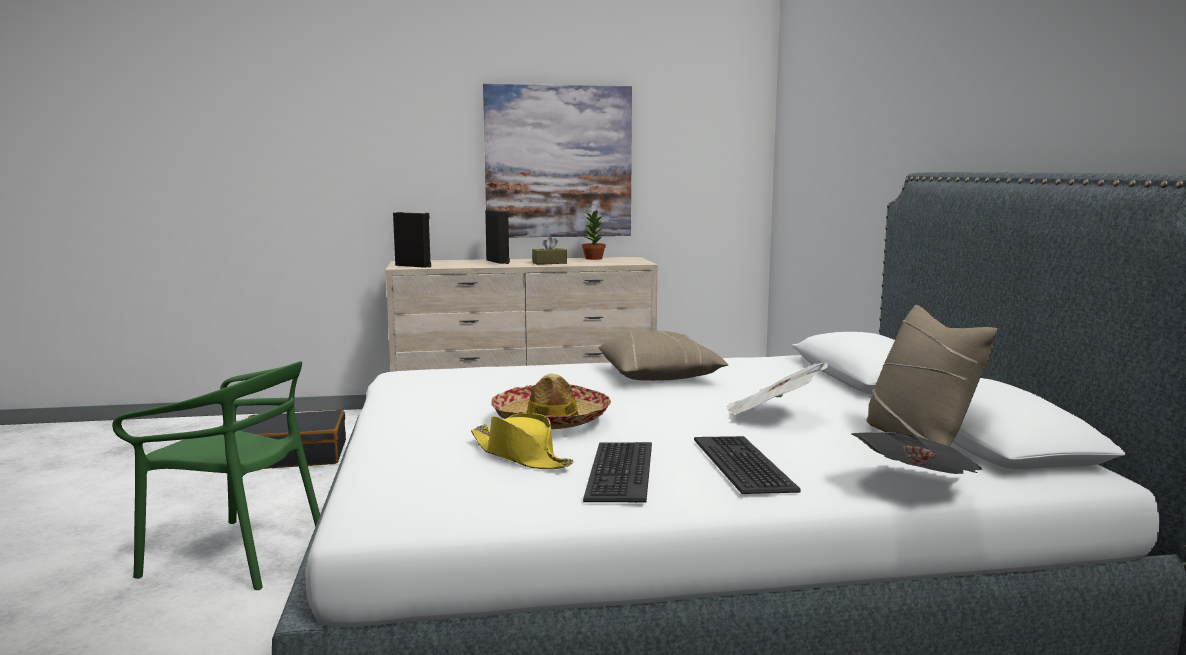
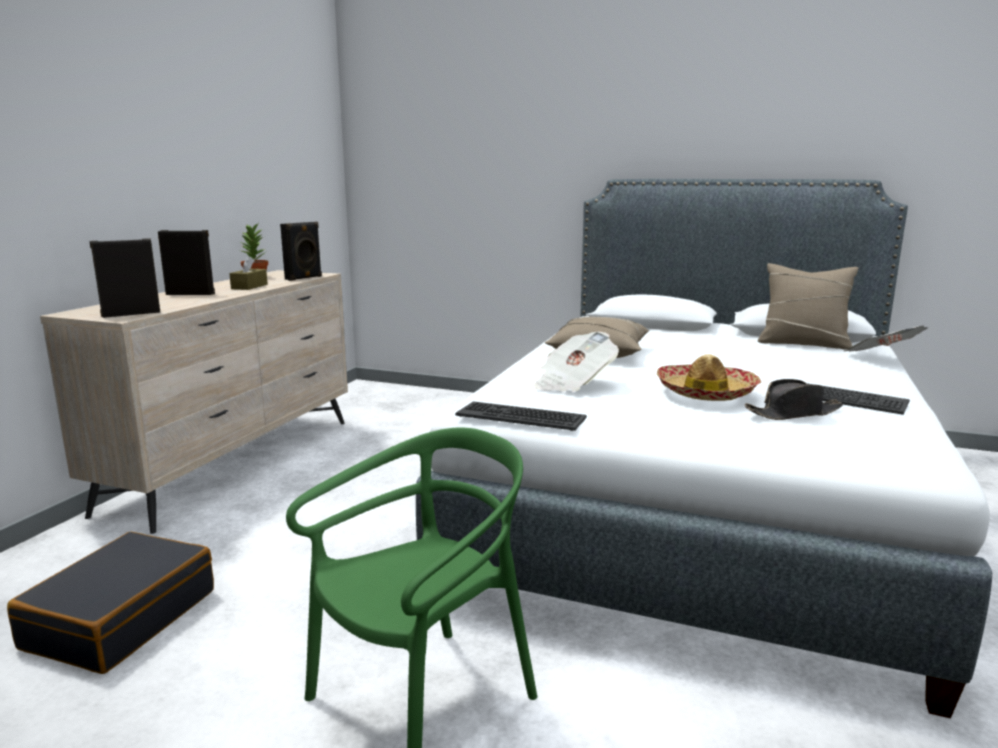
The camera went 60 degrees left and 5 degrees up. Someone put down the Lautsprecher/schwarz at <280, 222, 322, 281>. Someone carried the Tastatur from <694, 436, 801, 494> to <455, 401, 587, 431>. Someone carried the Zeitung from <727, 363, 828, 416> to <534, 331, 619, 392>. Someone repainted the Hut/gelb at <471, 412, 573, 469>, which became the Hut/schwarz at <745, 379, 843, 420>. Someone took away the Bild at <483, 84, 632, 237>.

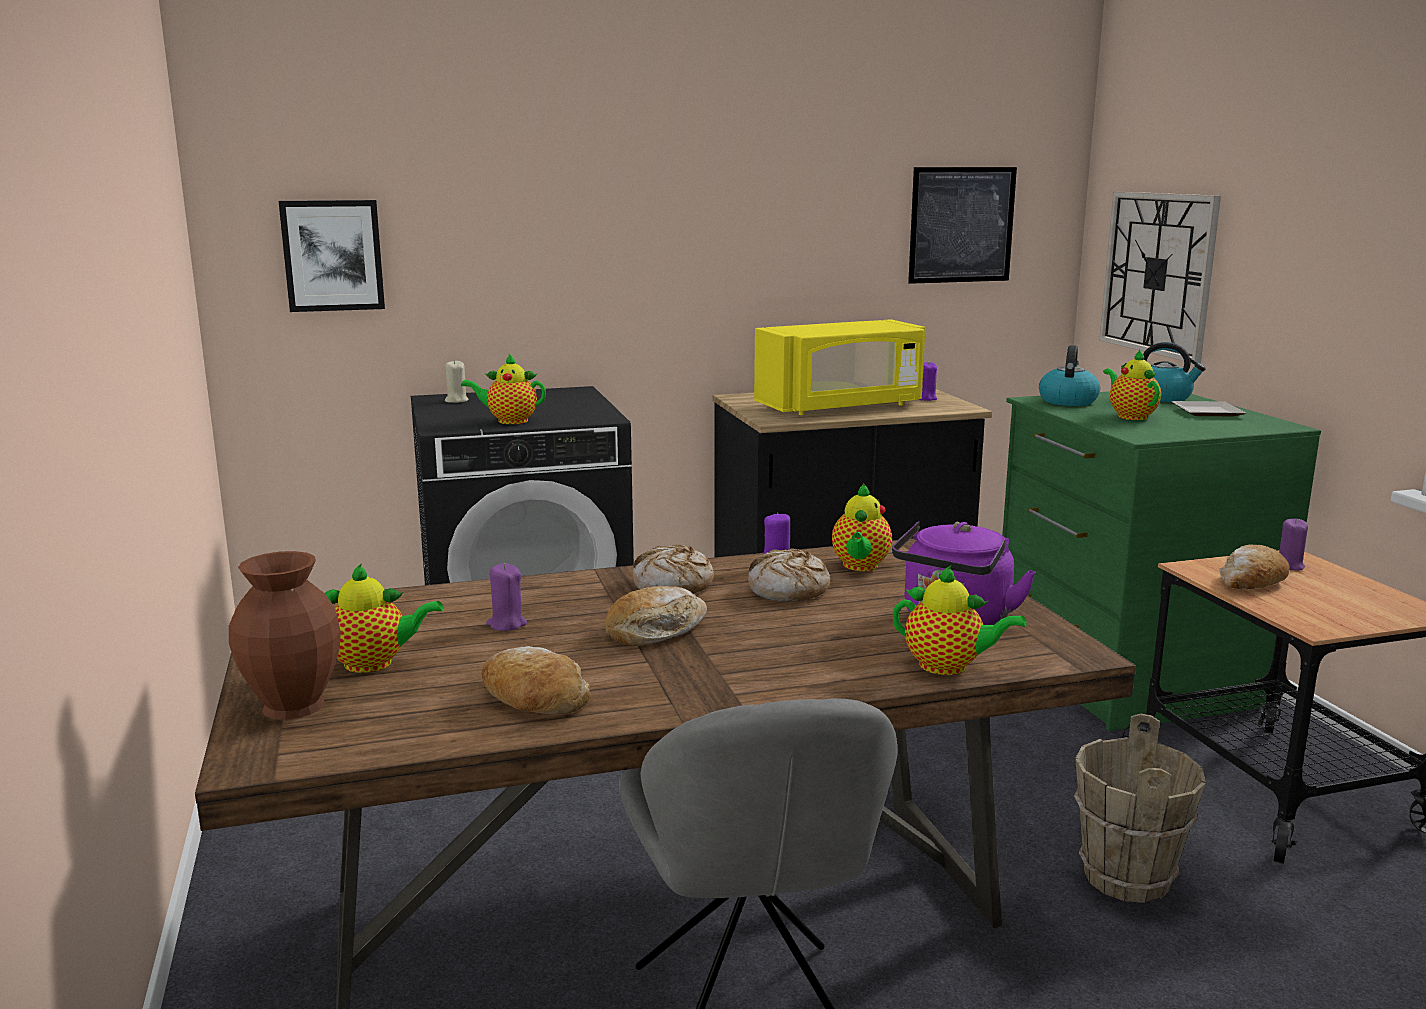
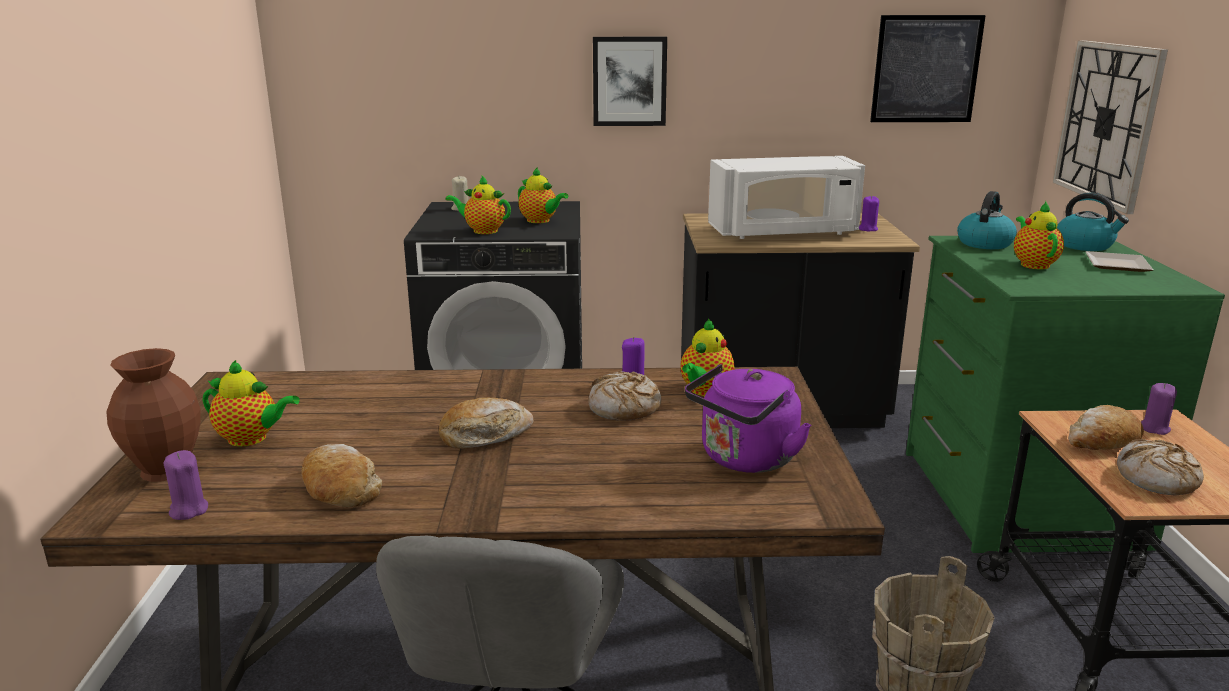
The camera went 15 degrees right and 5 degrees up. Someone carried the Kerze/lila from <486, 563, 527, 631> to <164, 450, 208, 520>. Someone carried the Teekanne from <893, 566, 1027, 675> to <518, 167, 568, 223>. Someone carried the Bild from <279, 200, 385, 312> to <593, 37, 667, 126>. Someone repainted the Mikrowelle/gelb at <754, 319, 925, 415>, which became the Mikrowelle/weiß at <708, 156, 865, 239>. Someone carried the Brot from <633, 544, 714, 594> to <1117, 439, 1204, 495>.

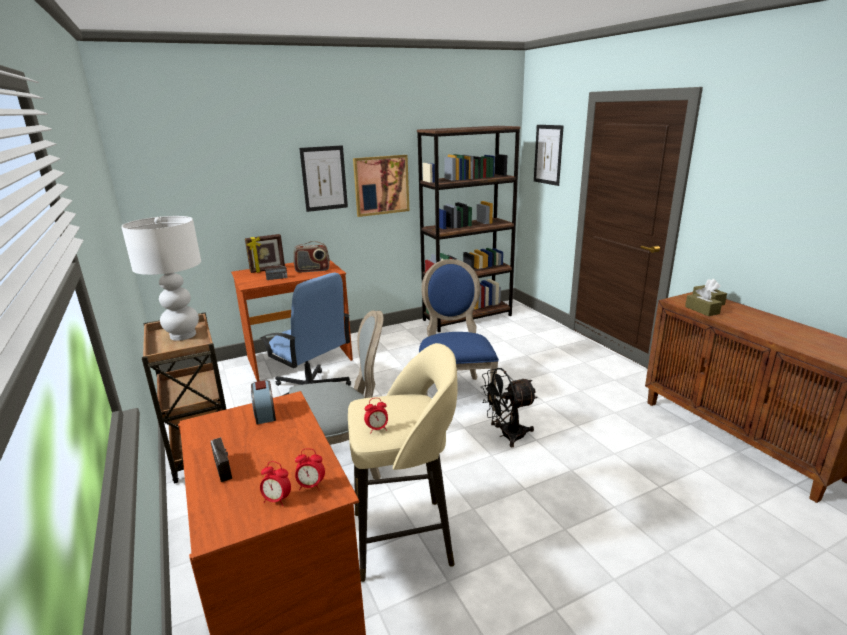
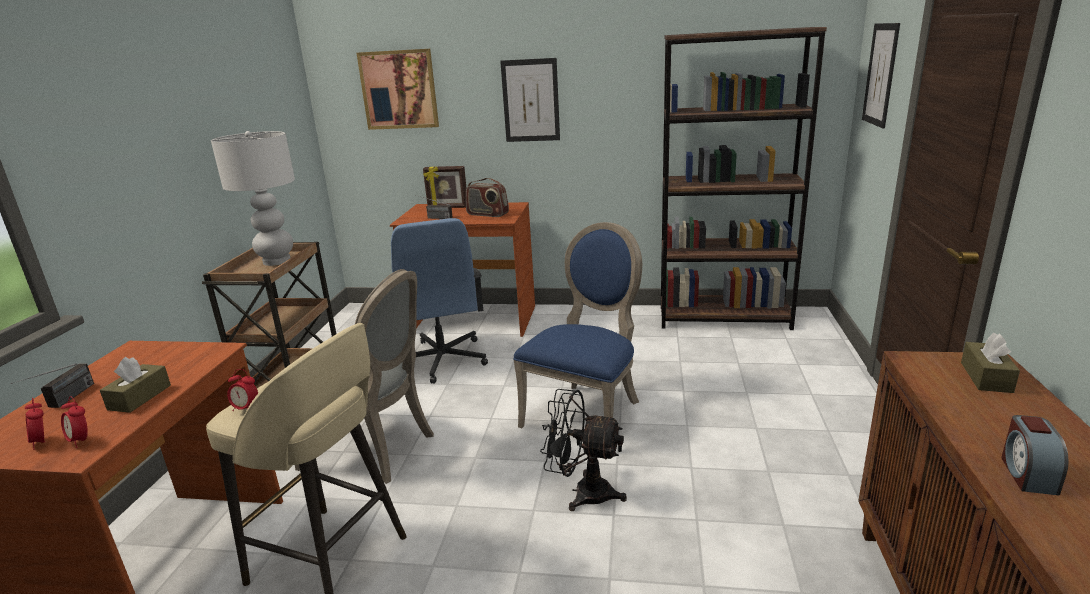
The camera went 35 degrees right and 0 degrees up. Someone carried the Taschentuchbox/braun from <685, 287, 722, 316> to <100, 357, 171, 413>. Someone carried the Bild from <353, 155, 409, 217> to <357, 49, 439, 130>. Someone carried the Wecker from <251, 380, 276, 424> to <1001, 415, 1069, 495>.

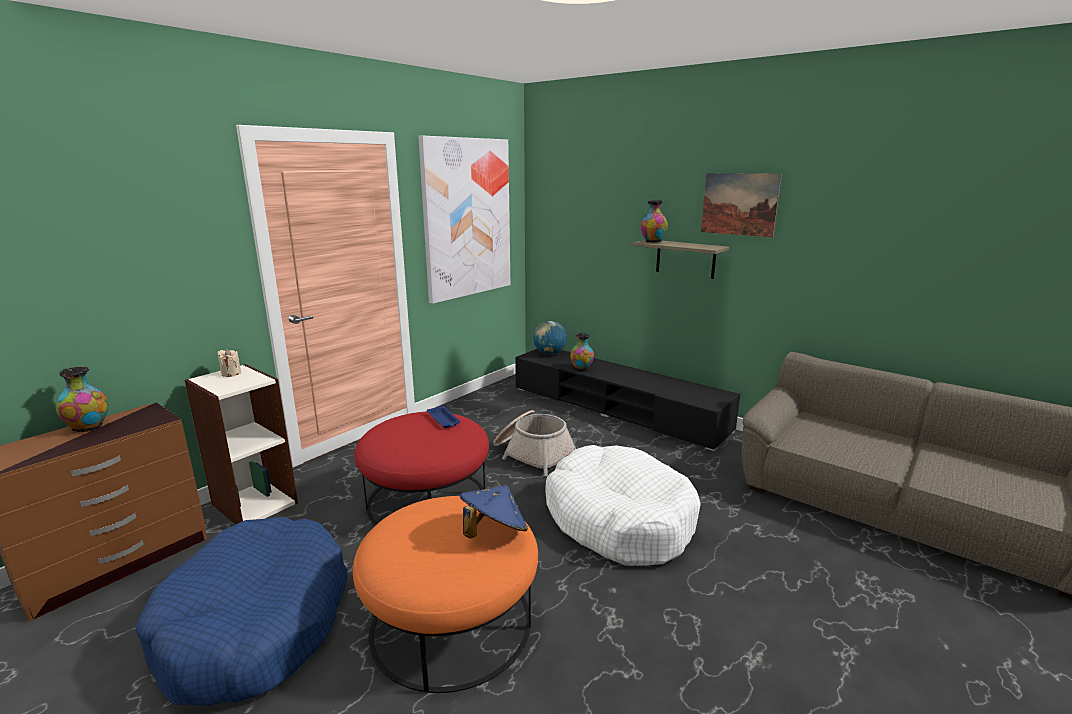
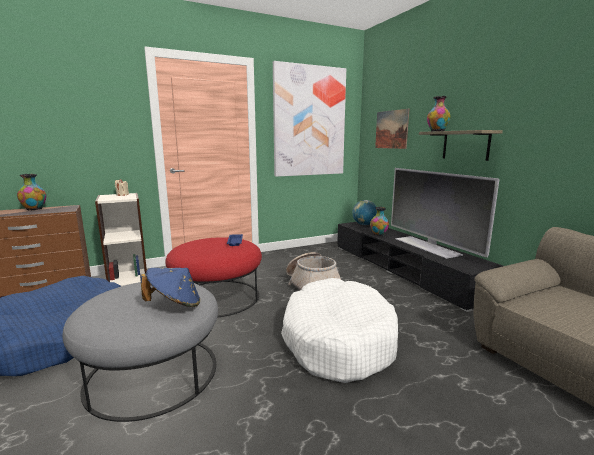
The camera went 25 degrees right and 5 degrees down. Someone repainted the Polsterhocker/orange at <353, 496, 538, 693>, which became the Polsterhocker/grau at <62, 282, 218, 422>. Someone carried the Bild from <701, 173, 782, 237> to <375, 109, 409, 149>. Someone put down the Fernseher at <391, 168, 499, 259>.

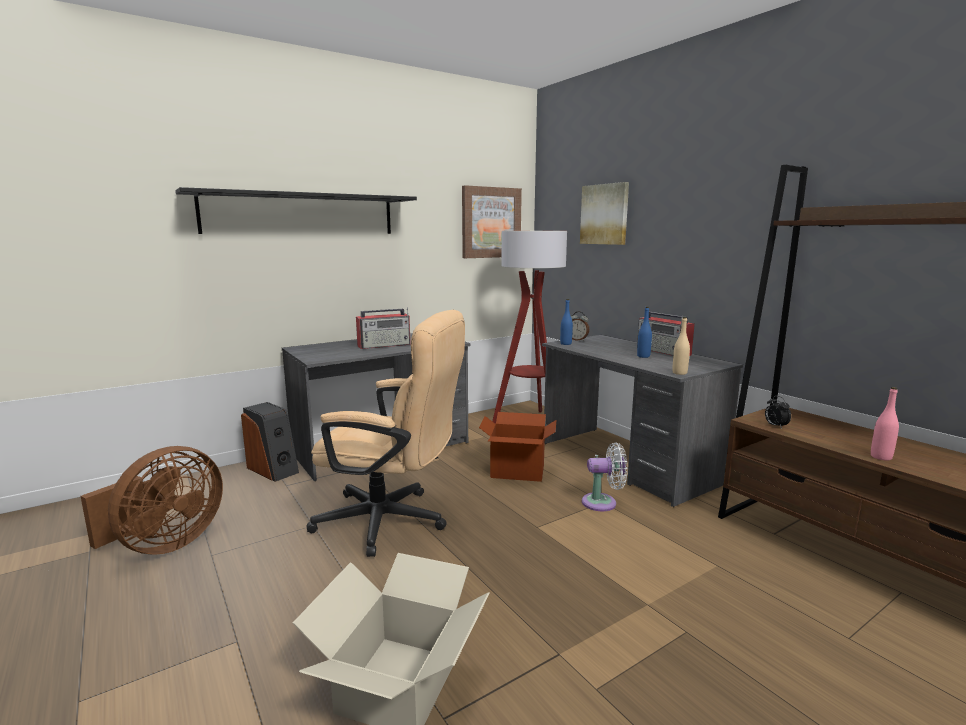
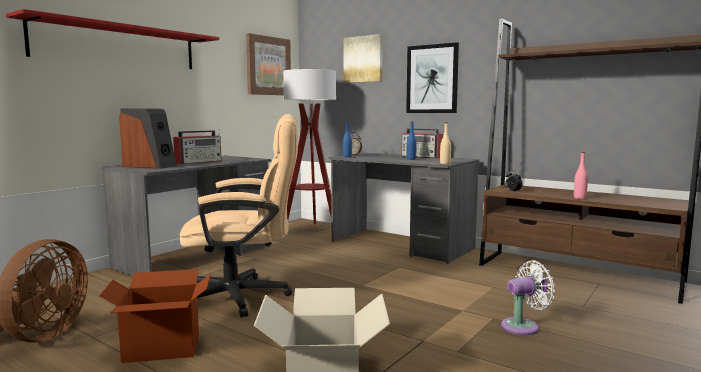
The camera went 20 degrees left and 5 degrees down. Someone repainted the Wandregal/schwarz at <175, 187, 417, 234>, which became the Wandregal/rot at <6, 9, 219, 69>. Someone carried the Karton from <479, 412, 557, 482> to <99, 269, 211, 363>. Someone carried the Lautsprecher from <241, 402, 299, 482> to <119, 109, 177, 169>. Someone put up the Bild at <406, 42, 459, 113>. Someone carried the Ventilator/weiß from <582, 443, 628, 511> to <501, 260, 555, 335>.

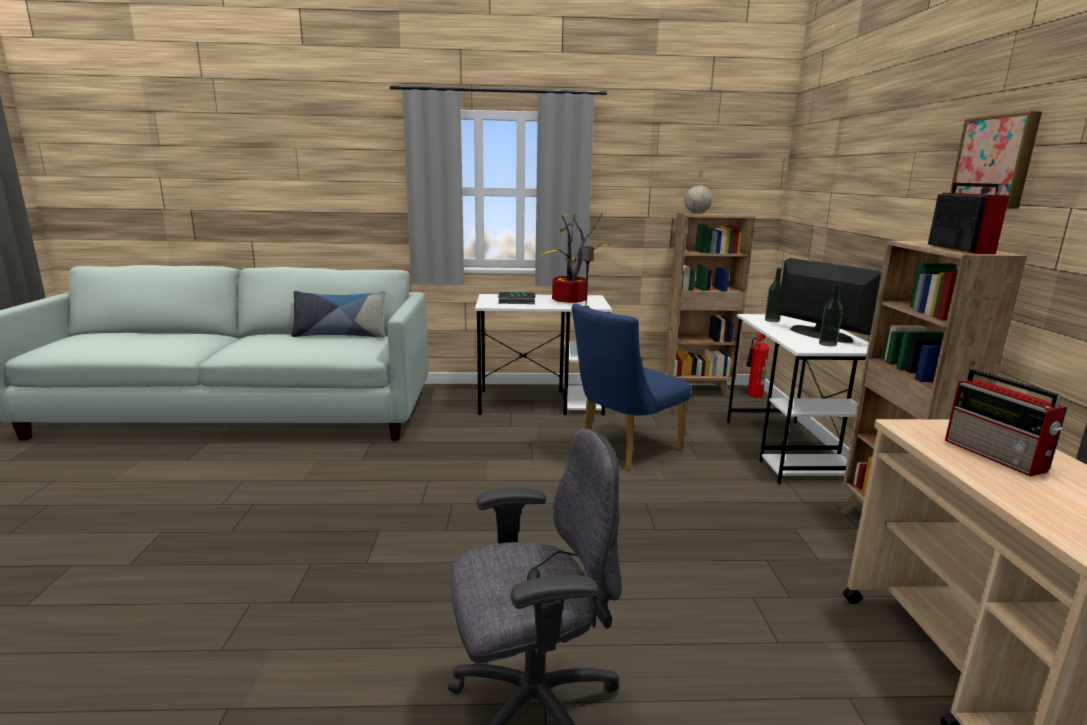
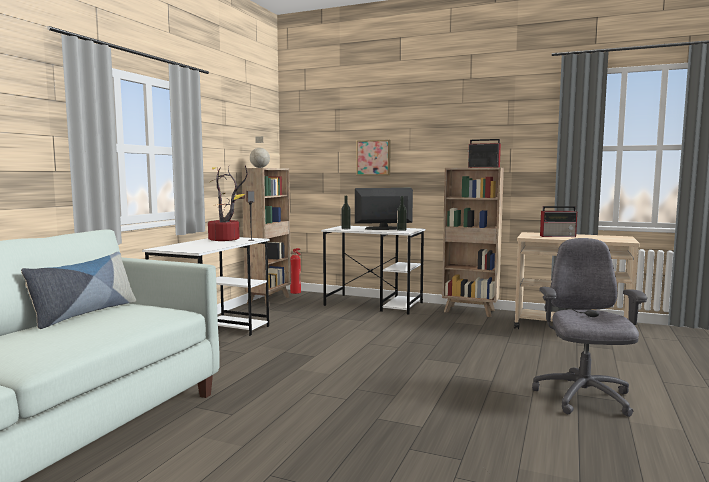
The camera went 65 degrees left and 10 degrees down. Someone carried the Bild from <950, 111, 1042, 209> to <356, 140, 391, 175>. Someone took away the Buch at <498, 292, 536, 304>. Someone took away the Stuhl/blau at <572, 304, 691, 471>.

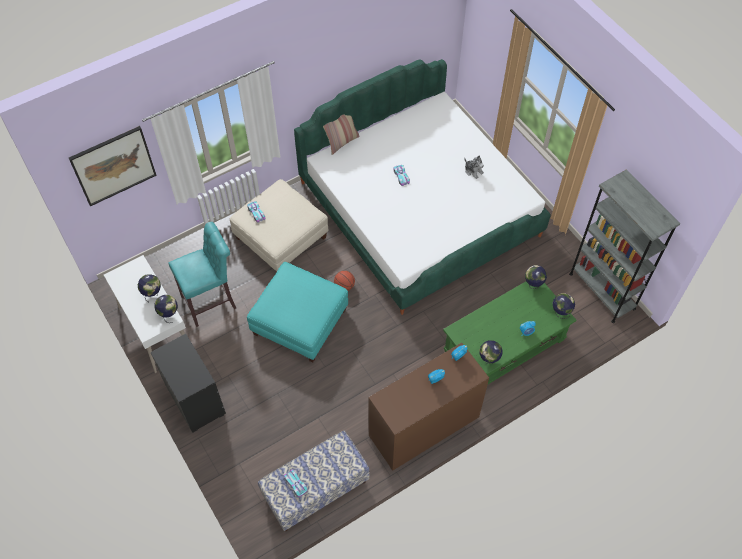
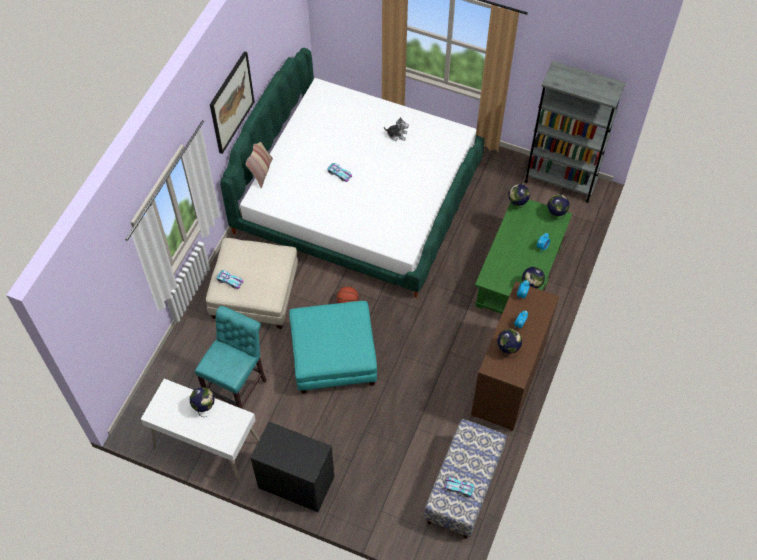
The camera went 35 degrees left and 0 degrees up. Someone carried the Bild from <69, 126, 157, 206> to <210, 51, 255, 154>. Someone carried the Globus from <154, 295, 178, 323> to <497, 329, 522, 358>.

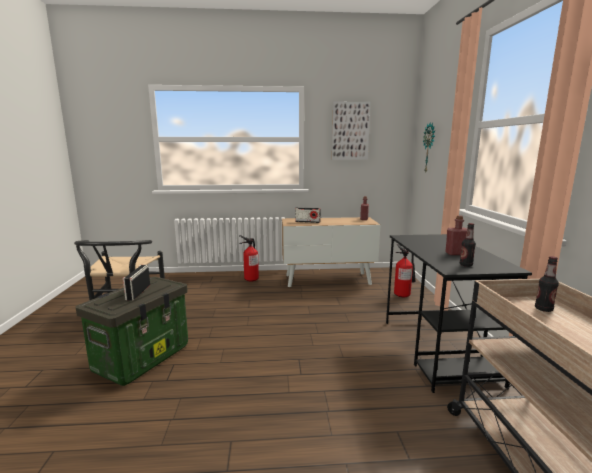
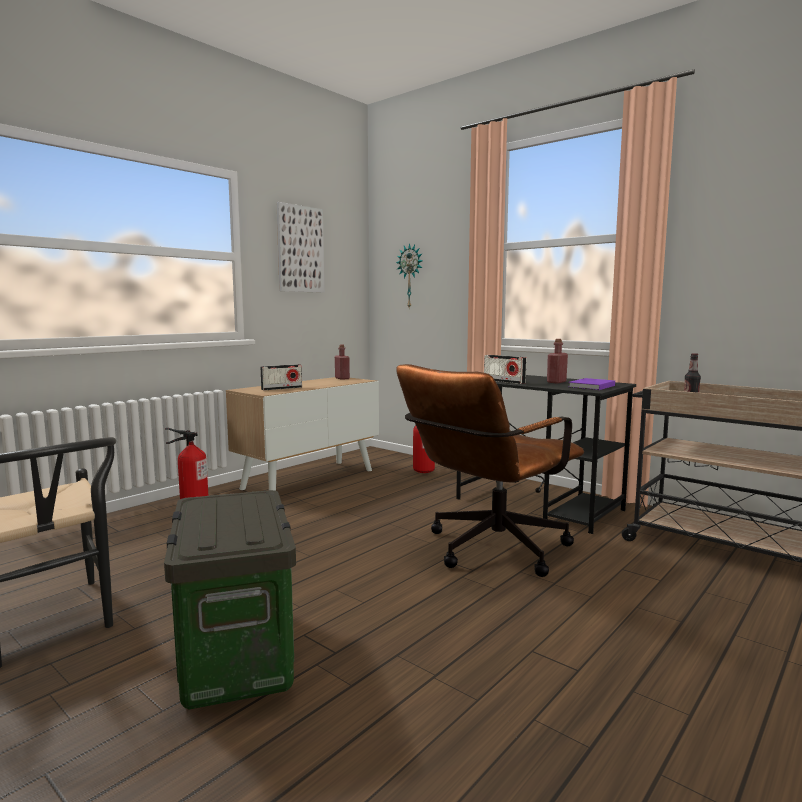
The camera went 45 degrees left and 5 degrees down. Someone put down the Bürostuhl/braun at <396, 364, 584, 577>. Someone carried the Radio from <123, 265, 150, 301> to <484, 355, 526, 384>. Someone swapped the Flasche at <460, 223, 476, 267> for the Buch/lila at <568, 378, 615, 390>.

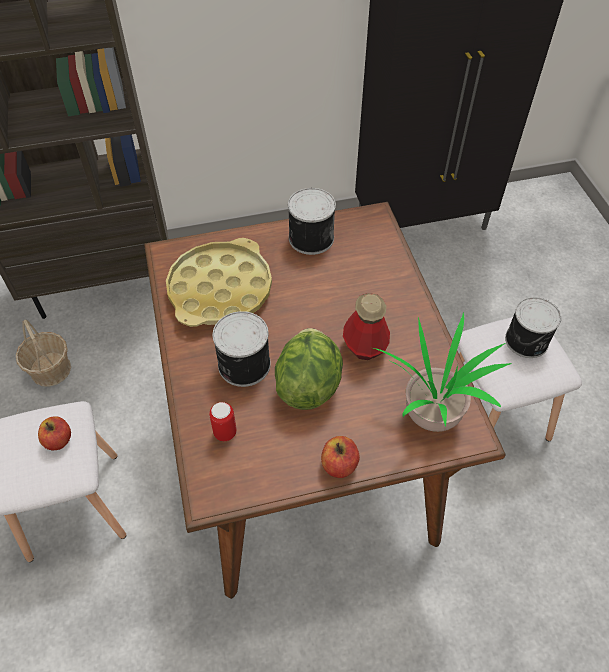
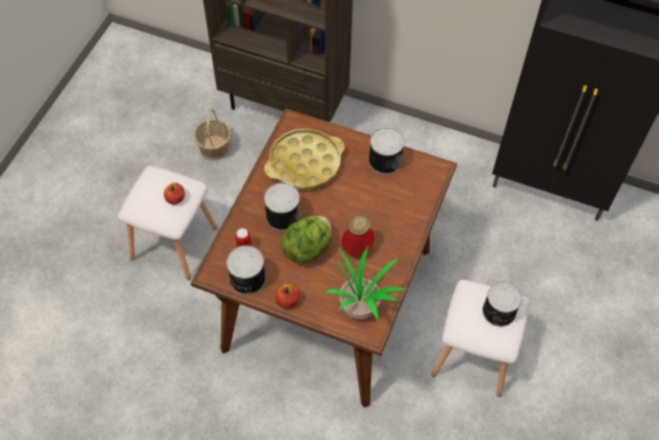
The camera went 35 degrees right and 5 degrees up. Someone put down the Dose at <226, 245, 266, 295>.

